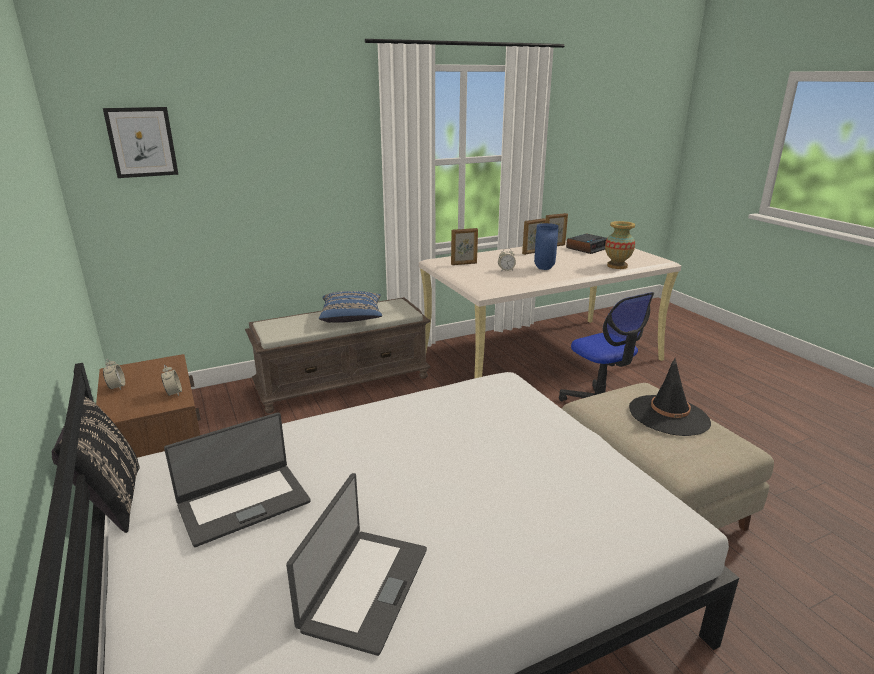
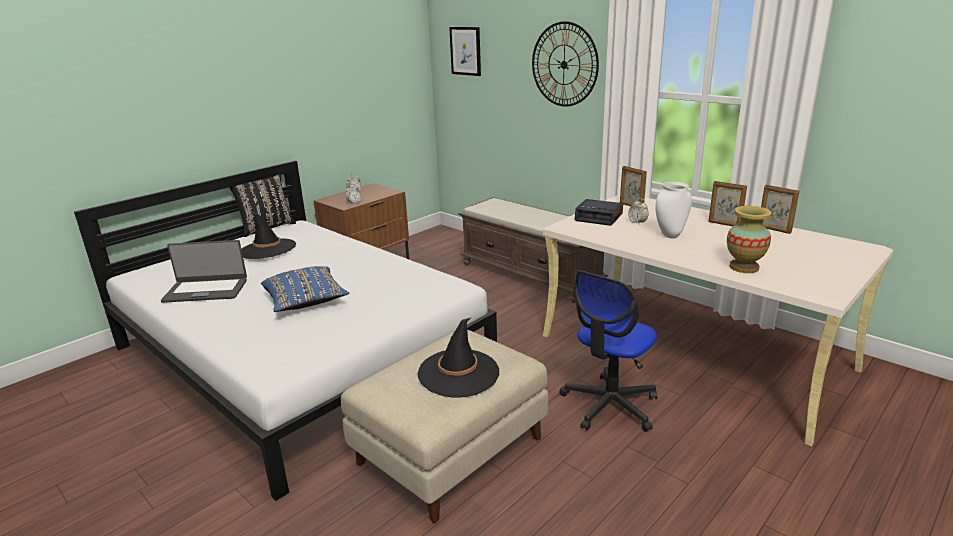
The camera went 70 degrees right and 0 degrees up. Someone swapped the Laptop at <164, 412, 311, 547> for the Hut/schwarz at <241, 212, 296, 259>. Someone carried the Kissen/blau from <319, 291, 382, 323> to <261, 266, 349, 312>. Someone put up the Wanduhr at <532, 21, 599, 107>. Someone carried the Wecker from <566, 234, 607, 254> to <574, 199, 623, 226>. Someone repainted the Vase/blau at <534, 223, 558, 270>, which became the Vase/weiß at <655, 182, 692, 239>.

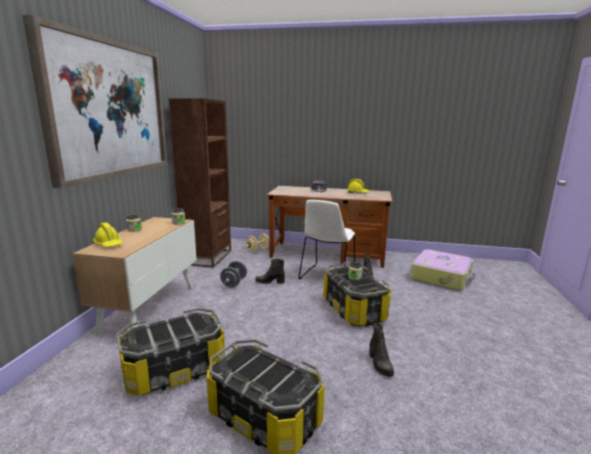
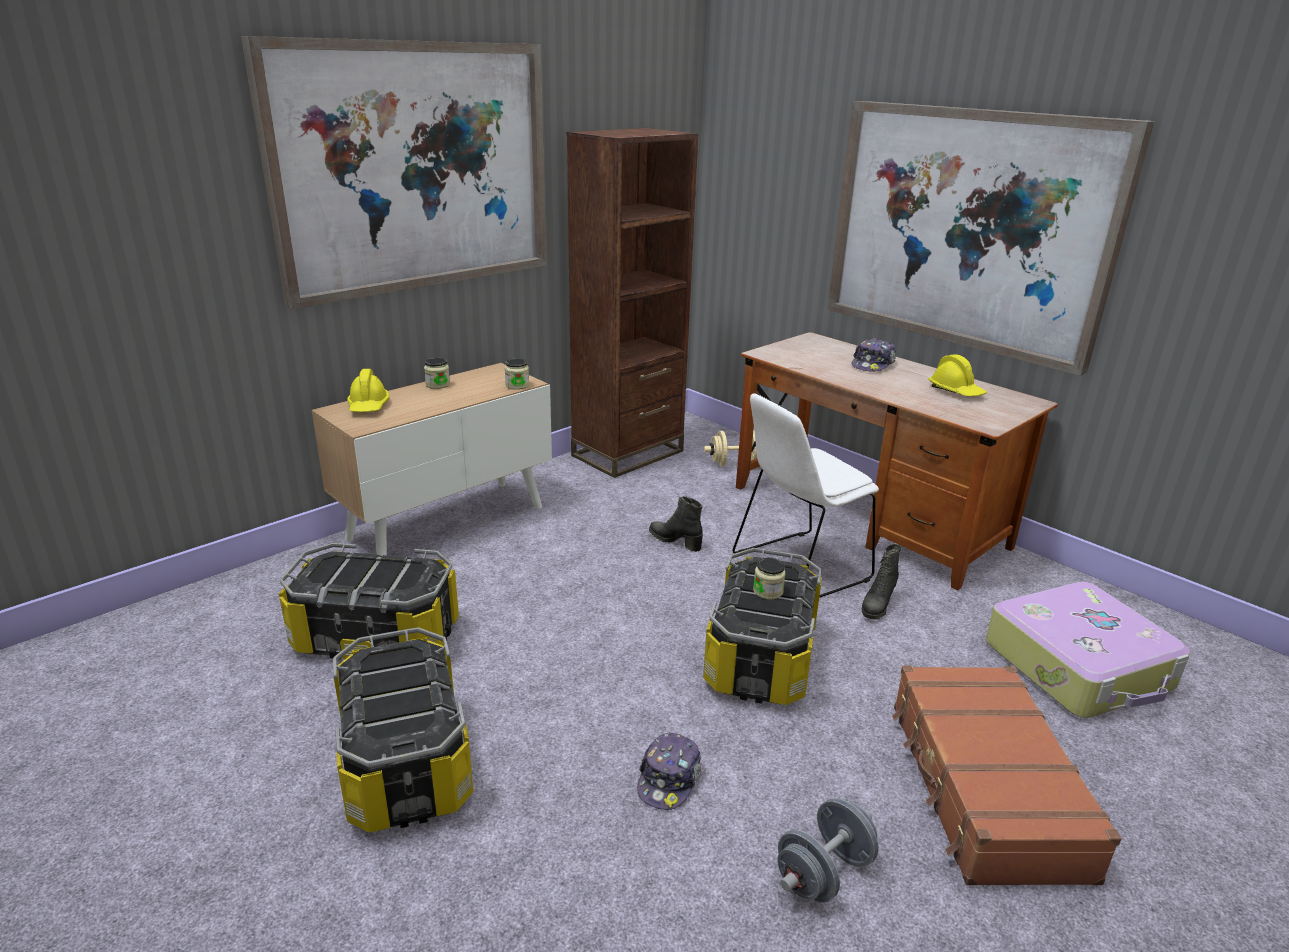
The camera went 35 degrees right and 10 degrees up. Someone swapped the Stiefel/schwarz at <369, 323, 394, 377> for the Kappe at <637, 733, 701, 810>. Someone carried the Hantel/grau from <220, 261, 247, 288> to <777, 798, 879, 903>. Someone put up the Bild at <827, 101, 1155, 376>. Someone put down the Koffer/braun at <892, 666, 1122, 885>.

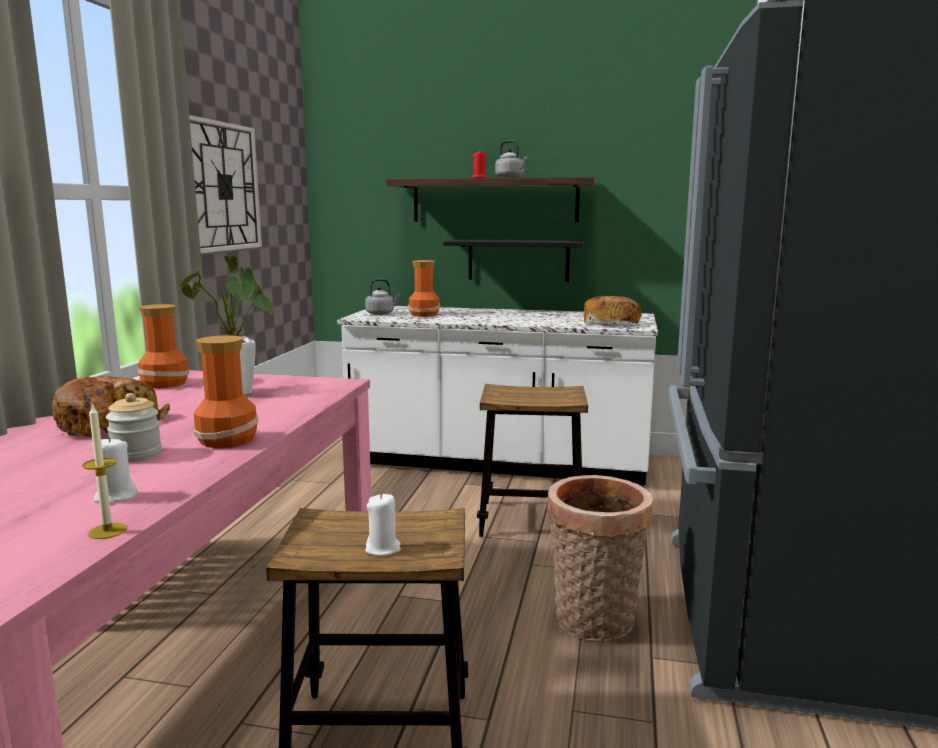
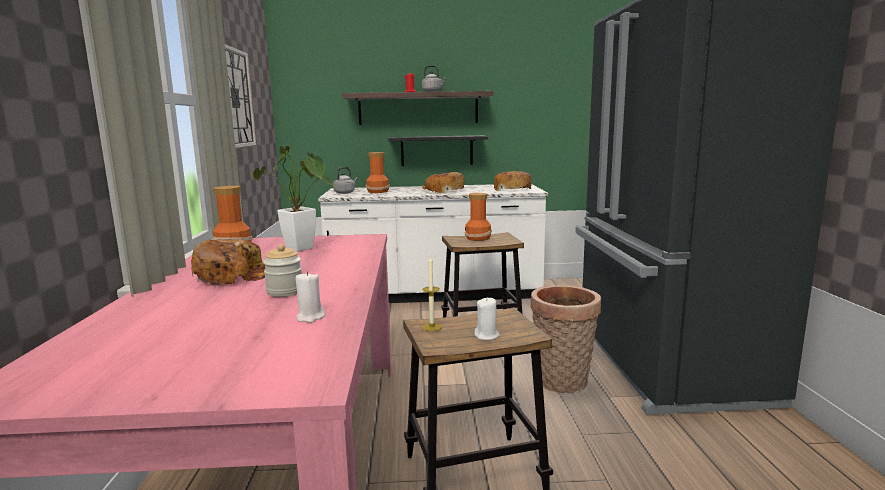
The camera went 15 degrees left and 0 degrees up. Someone put down the Brot at <422, 172, 464, 193>. Someone carried the Kerze from <82, 403, 127, 539> to <422, 257, 442, 331>. Someone carried the Vase from <193, 335, 258, 448> to <465, 193, 492, 241>.

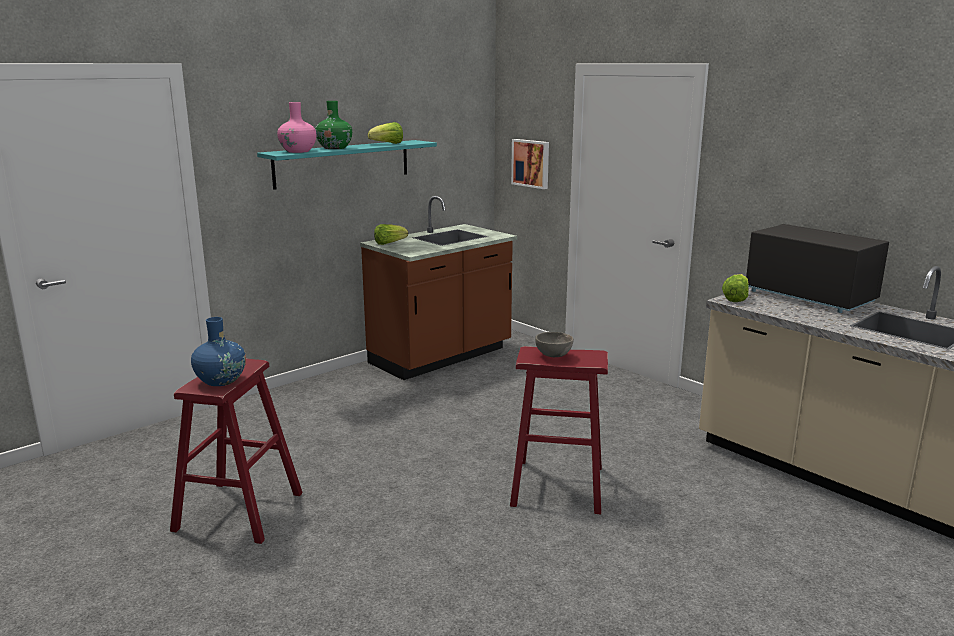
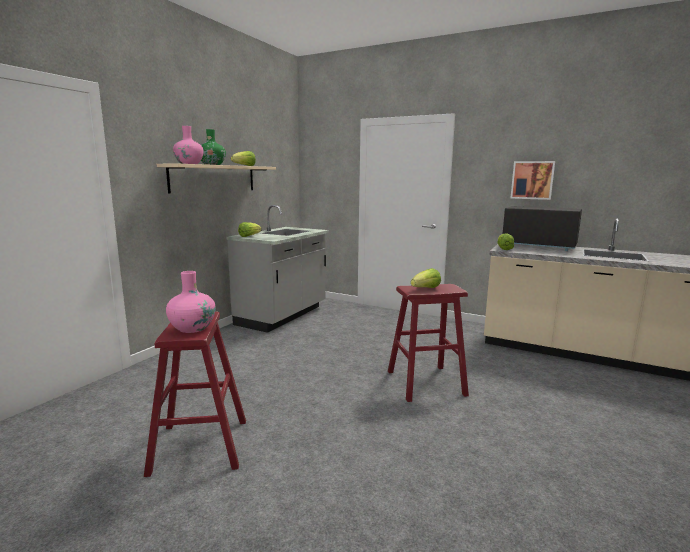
The camera went 20 degrees left and 5 degrees down. Someone repainted the Wandregal/türkis at <257, 140, 437, 190>, which became the Wandregal/beige at <157, 164, 276, 194>. Someone repainted the Vase/blau at <191, 317, 246, 386>, which became the Vase/rosa at <166, 271, 216, 333>. Someone repainted the Küchenzeile/braun at <360, 196, 517, 380>, which became the Küchenzeile/grau at <227, 205, 329, 333>. Someone swapped the Schüssel/grau at <535, 332, 574, 357> for the Salatkopf at <411, 268, 441, 288>. Someone carried the Bild from <511, 139, 549, 189> to <510, 161, 555, 200>.

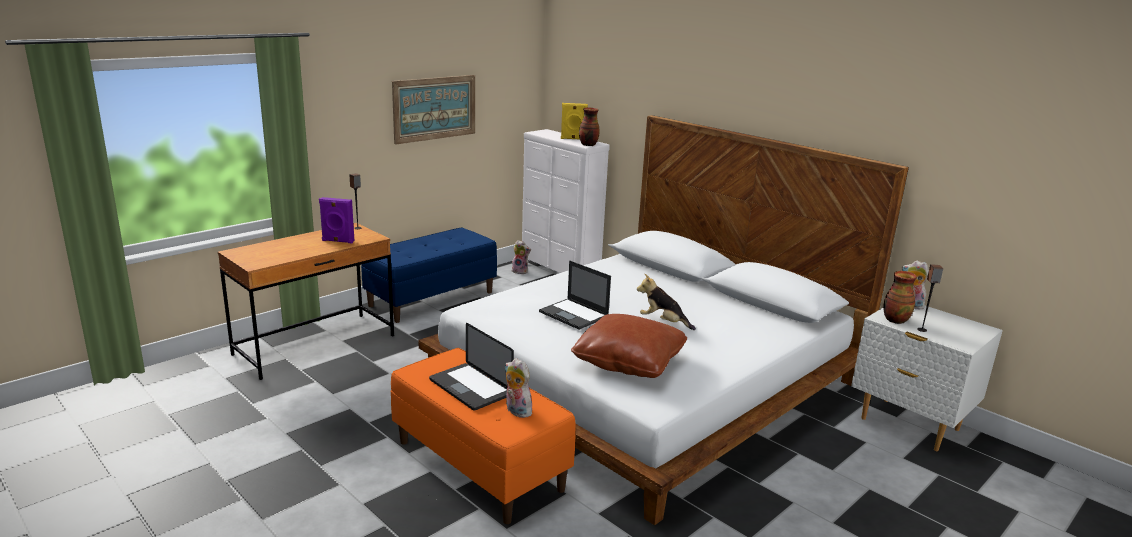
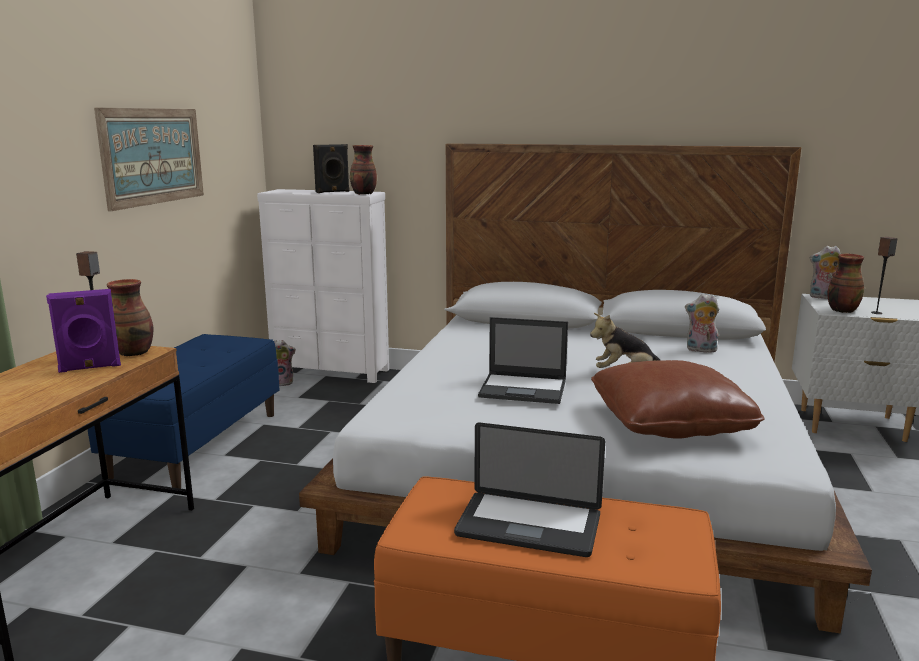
The camera went 30 degrees left and 5 degrees down. Someone put down the Vase at <107, 279, 154, 357>. Someone repainted the Lautsprecher/gelb at <561, 103, 588, 139>, which became the Lautsprecher/schwarz at <313, 144, 350, 193>. Someone carried the Plüschtier from <505, 358, 532, 418> to <685, 294, 719, 353>.

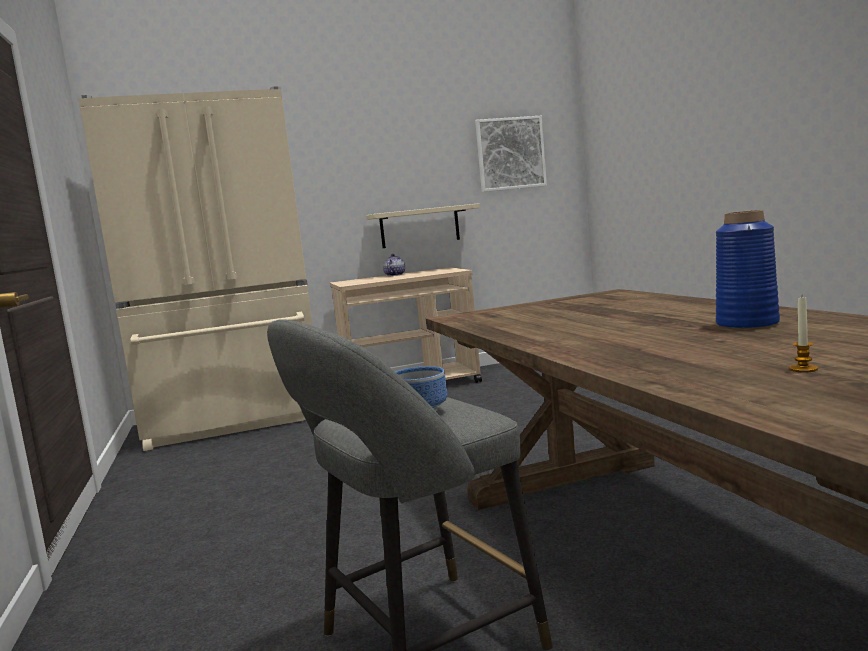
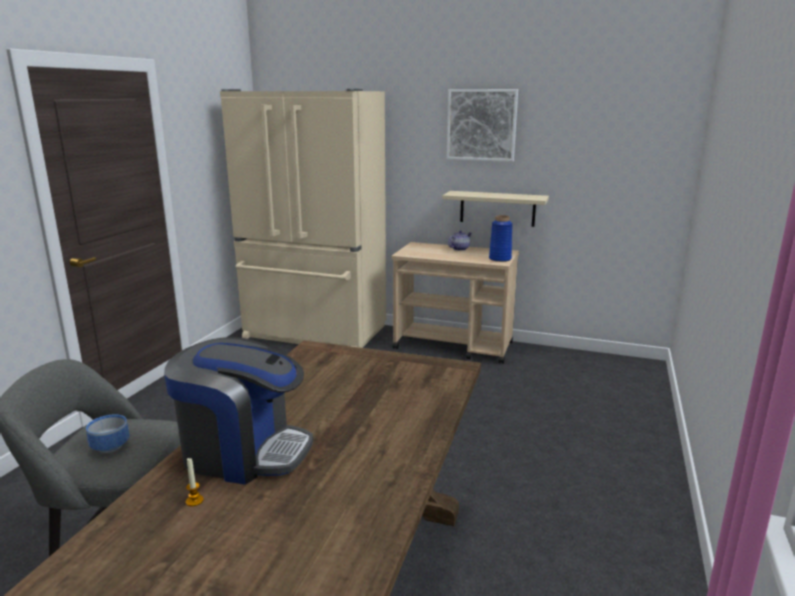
The camera went 35 degrees right and 10 degrees up. Someone put down the Kaffeemaschine at <164, 337, 313, 485>. Someone carried the Kerze from <789, 297, 818, 373> to <186, 458, 204, 506>. Someone carried the Bild from <475, 116, 547, 192> to <447, 89, 518, 162>. Someone carried the Vase/blau from <716, 210, 780, 330> to <489, 215, 513, 262>.

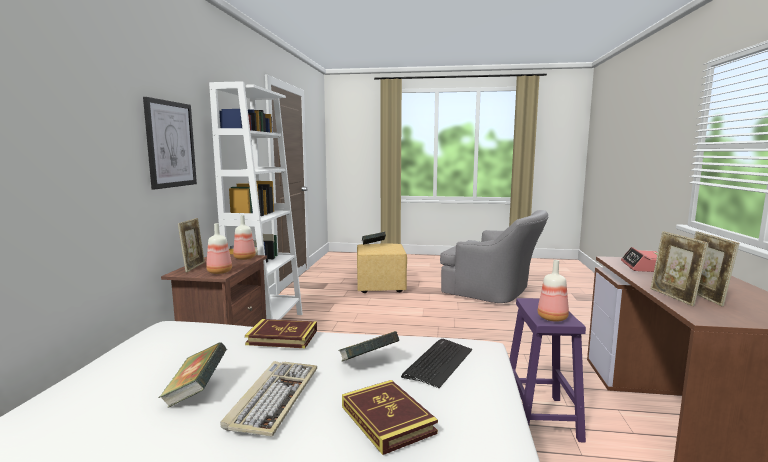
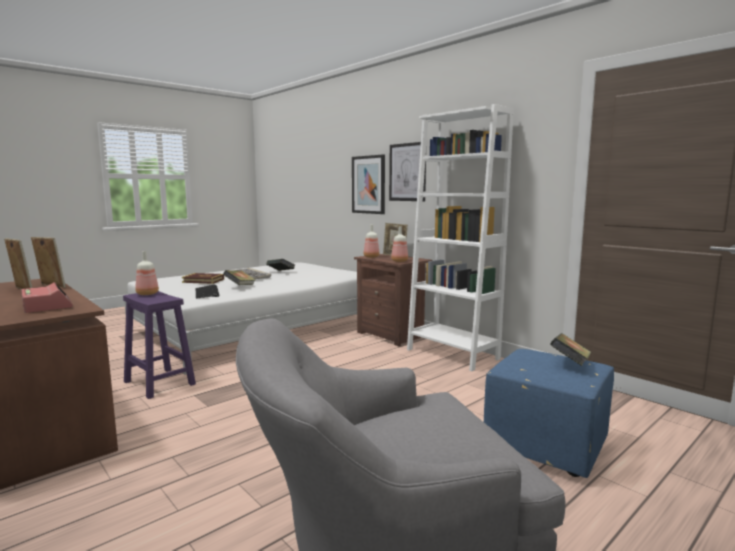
The camera went 130 degrees right and 0 degrees up. Someone put up the Bild at <352, 154, 385, 214>. Someone repainted the Polsterhocker/gelb at <357, 244, 407, 293>, which became the Polsterhocker/blau at <484, 349, 614, 478>. Someone took away the Buch at <245, 319, 317, 348>.

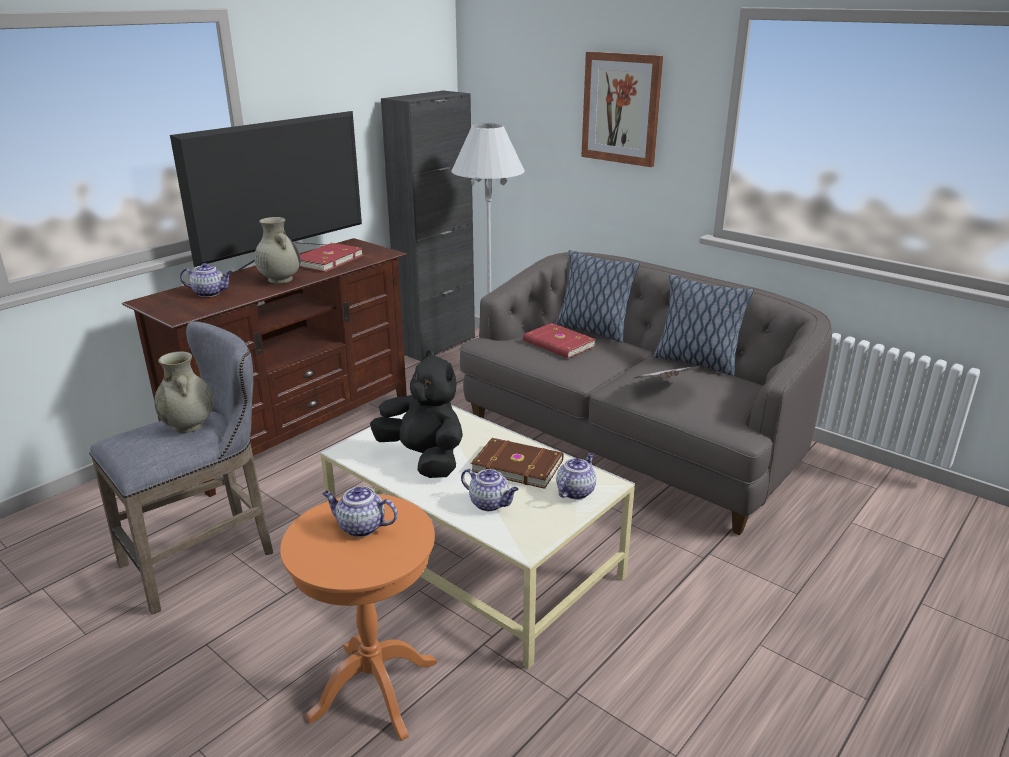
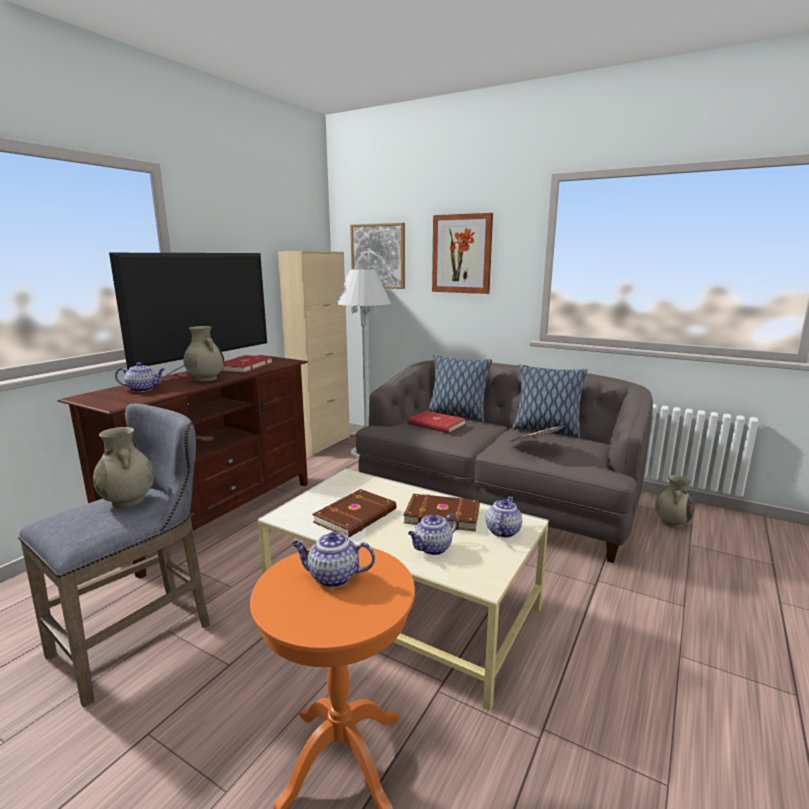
The camera went 10 degrees left and 10 degrees down. Someone repainted the Schrank/schwarz at <381, 91, 475, 362>, which became the Schrank/beige at <278, 251, 350, 456>. Someone swapped the Plüschtier/schwarz at <370, 350, 463, 478> for the Buch/braun at <312, 489, 396, 538>. Someone put up the Bild at <350, 223, 405, 289>. Someone rotated the Teekanne at <461, 469, 519, 511> by 120 degrees clockwise. Someone put down the Vase/beige at <655, 475, 694, 528>.

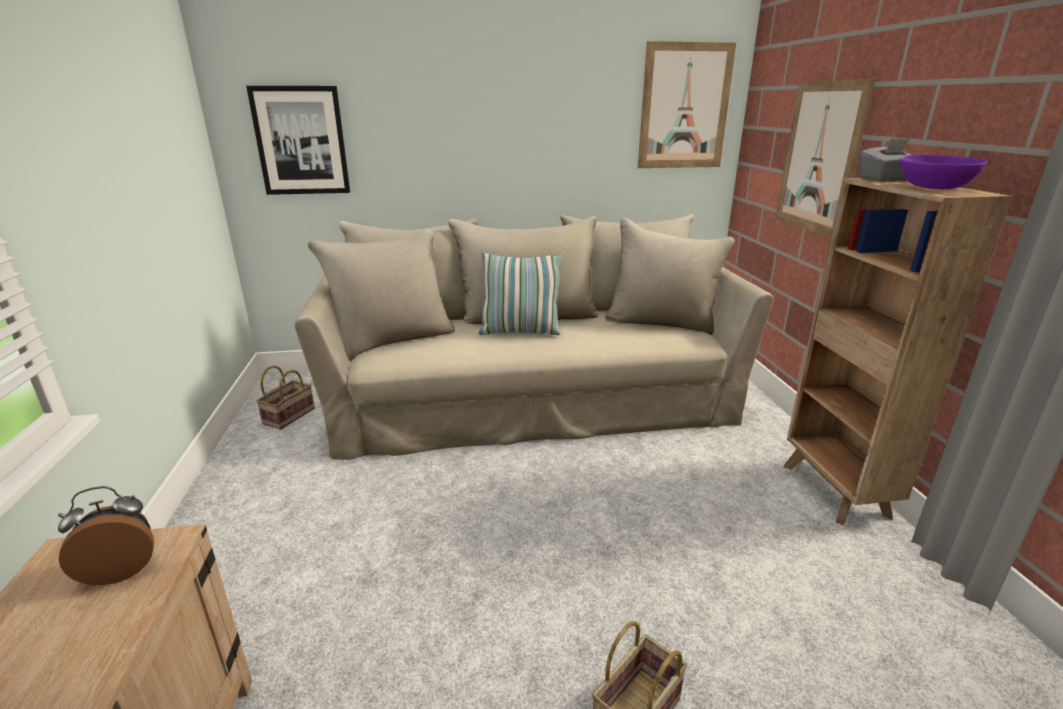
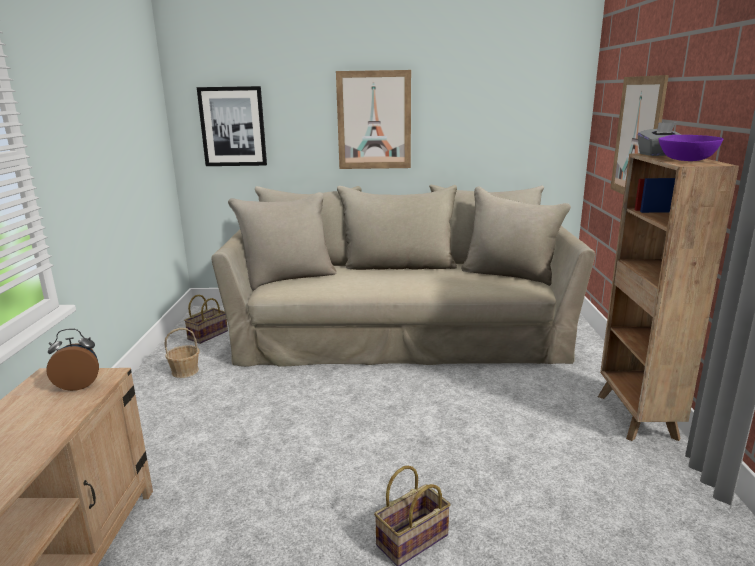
The camera went 10 degrees right and 5 degrees down. Someone put down the Korb at <165, 328, 199, 378>. Someone carried the Bild from <638, 41, 736, 168> to <336, 70, 411, 169>. Someone took away the Kissen at <479, 252, 562, 335>.

